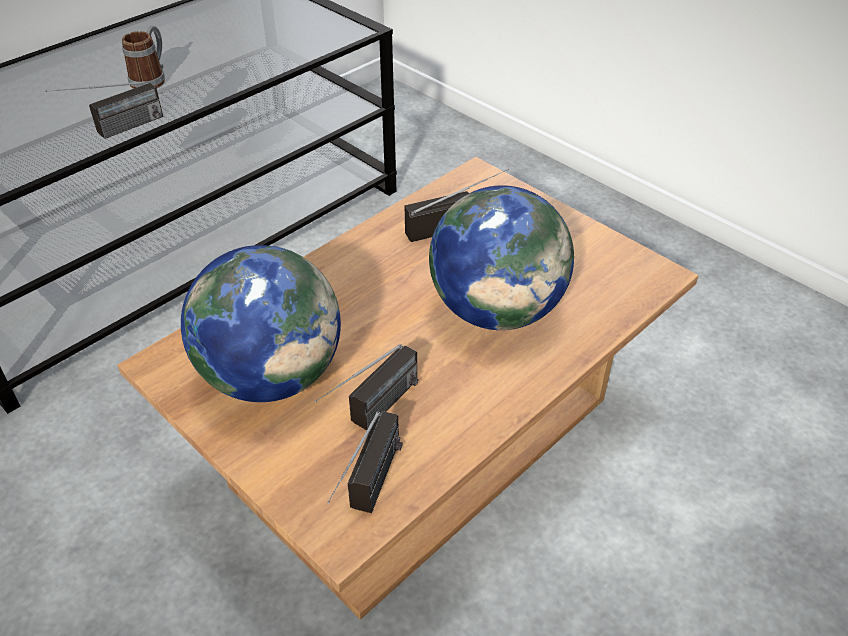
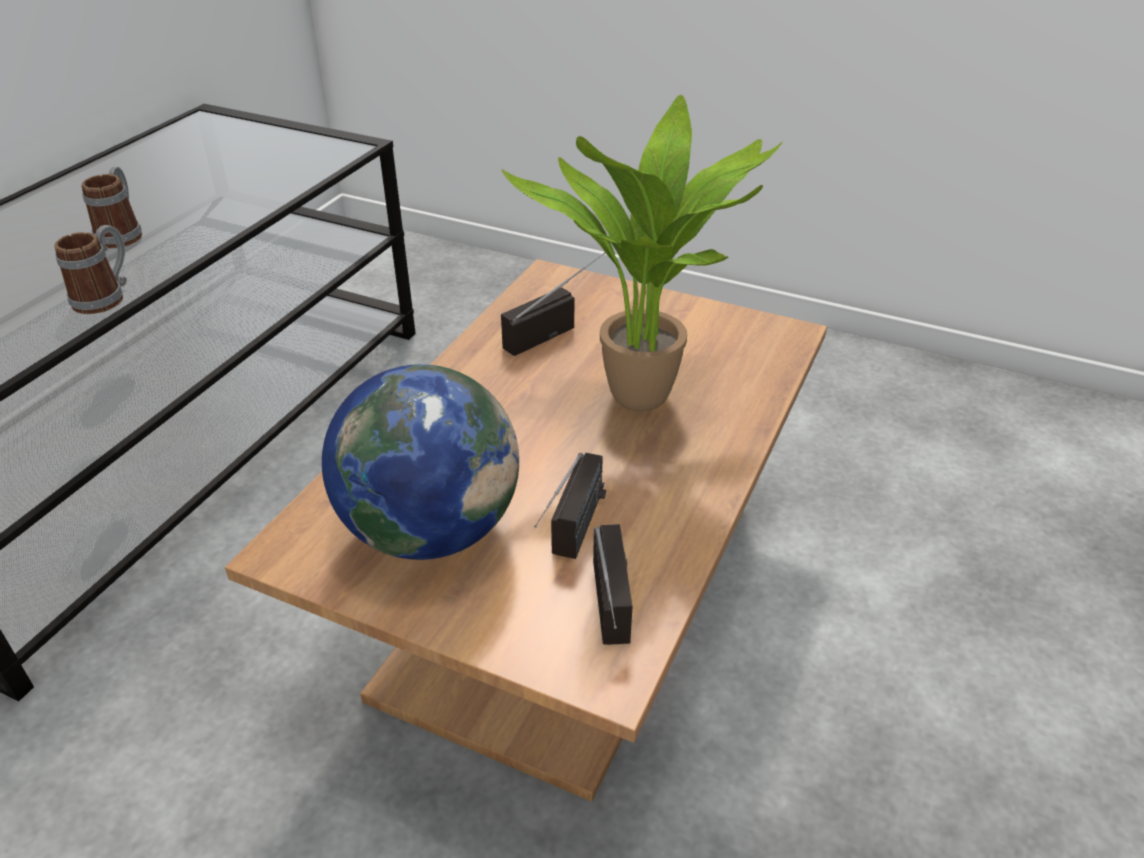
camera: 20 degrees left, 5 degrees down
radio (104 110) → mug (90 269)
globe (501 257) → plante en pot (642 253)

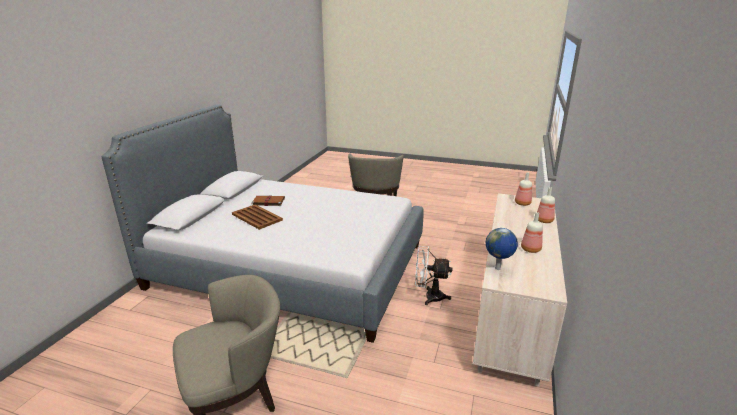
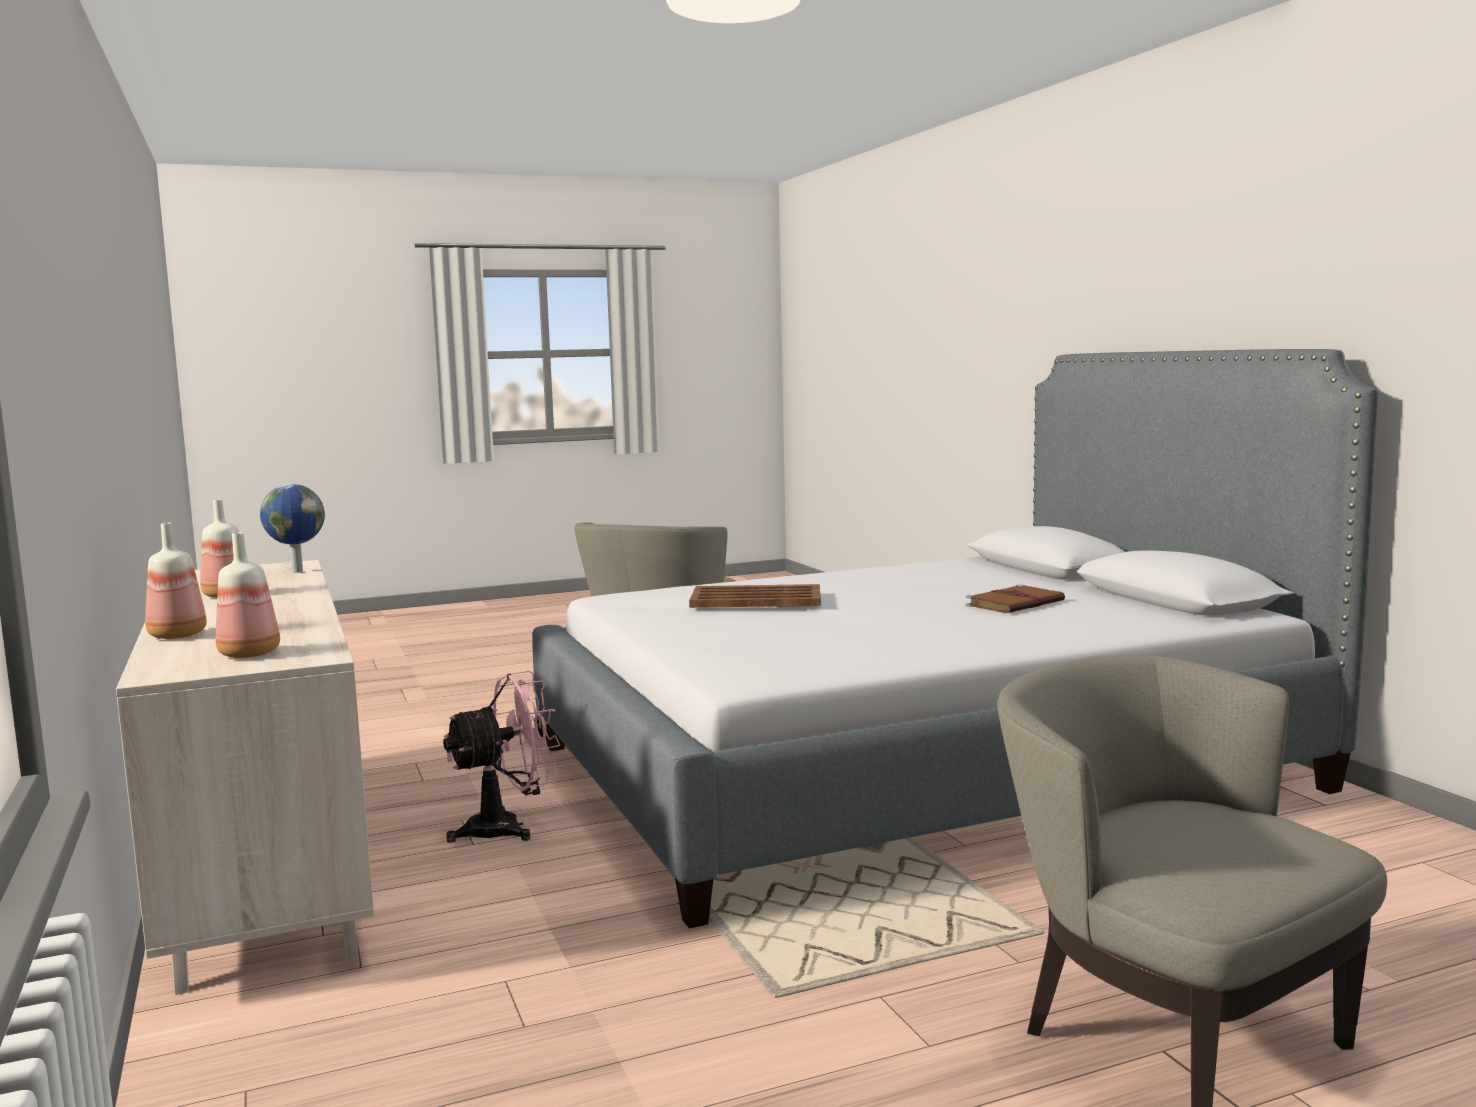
camera: 140 degrees right, 15 degrees down
plateau/marron (257 217) → plateau/marron (755 596), moved
ventilateur/blanc (434 275) → ventilateur/rose (501 757)

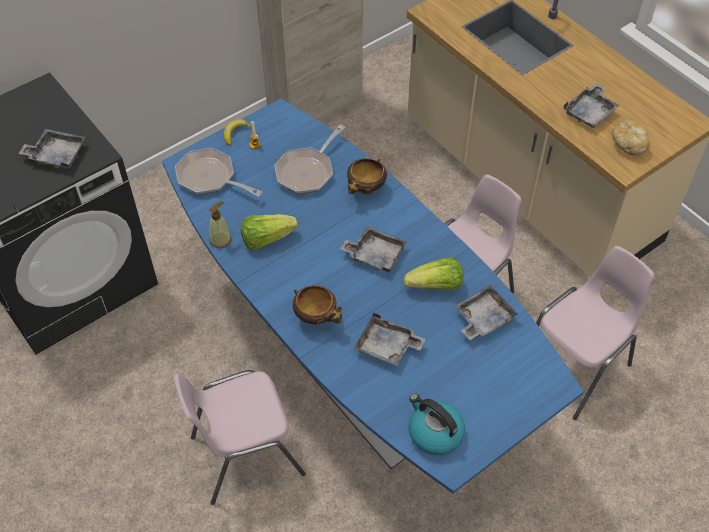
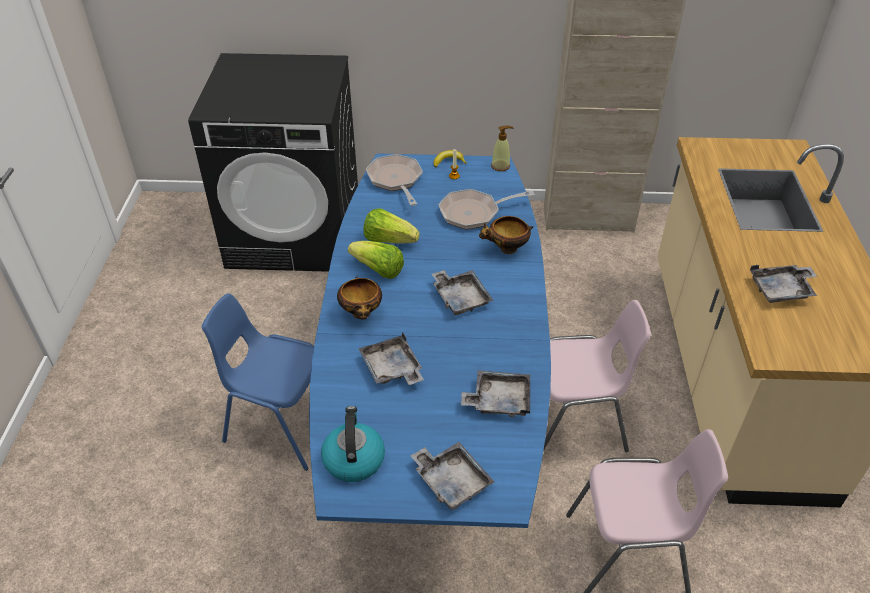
camera: 40 degrees right, 10 degrees down
plateau/gris (52 148) → plateau/gris (452 476), moved
chaise/rose (240 437) → chaise/bleu (258 382)
distributeur de savon (220 224) → distributeur de savon (502 148), moved
laitue (433 273) → laitue (376 260), moved
pain (631 137) → -

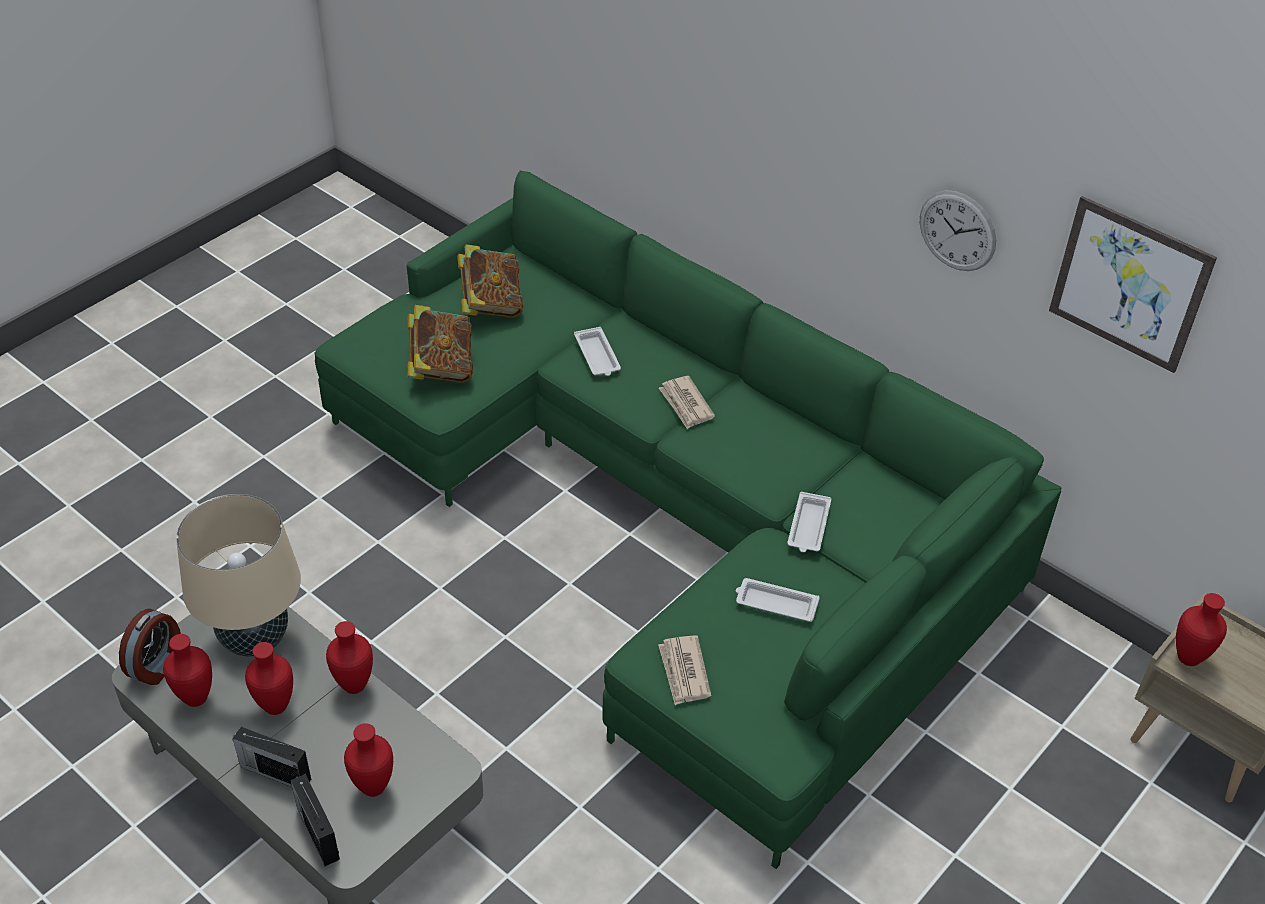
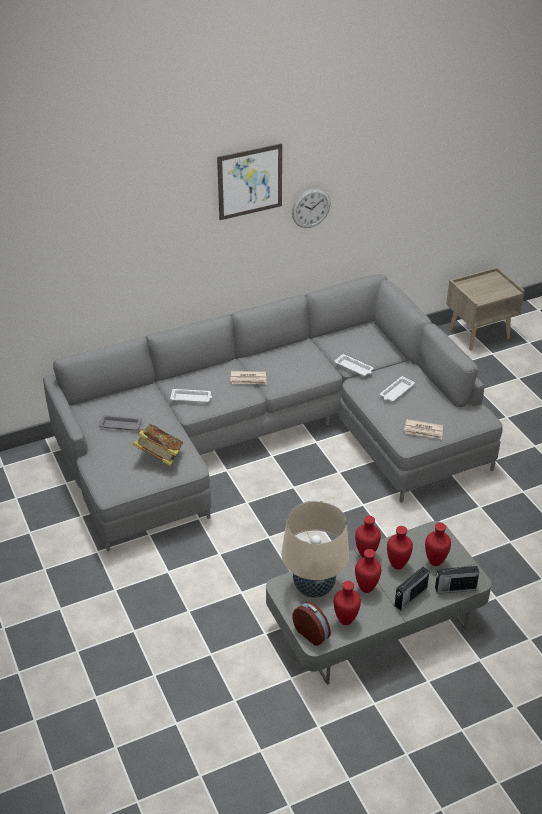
camera: 65 degrees left, 5 degrees down
canapé/vert (688 520) → canapé/gris (273 413)
livre (490 281) → plateau/gris (120 423)
tableau (1133 284) → tableau (249 181), moved
vase/rouge (1201 629) → vase/rouge (400 547), moved

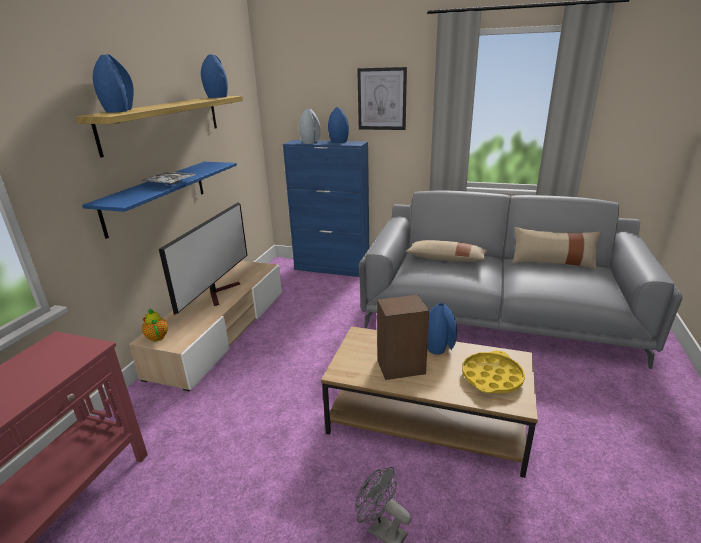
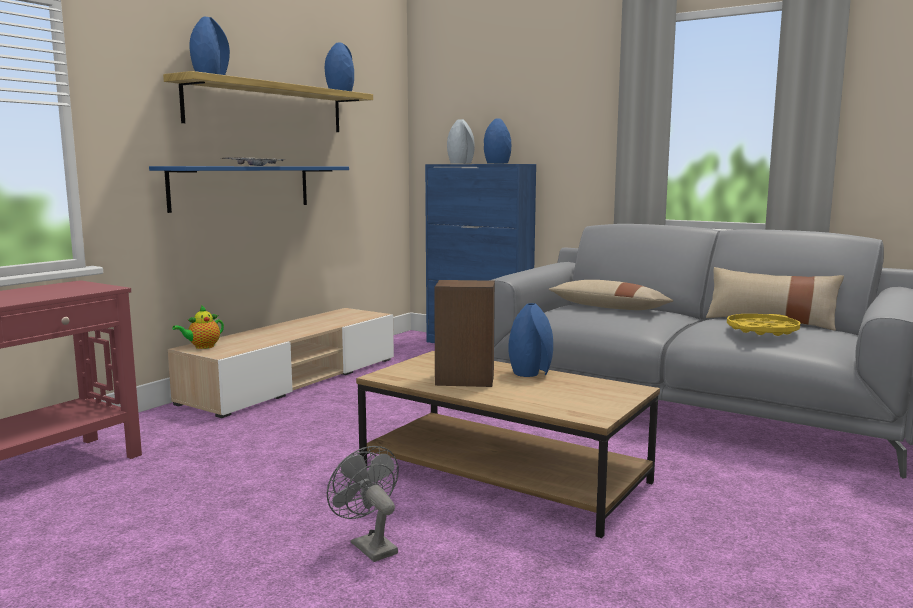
camera: 15 degrees right, 15 degrees down
théière (155 325) → théière (198 327), 120 degrees counterclockwise
téléviseur (203 258) → -
tableau (382 98) → -
plateau/jaune (493 372) → plateau/jaune (763 325), moved

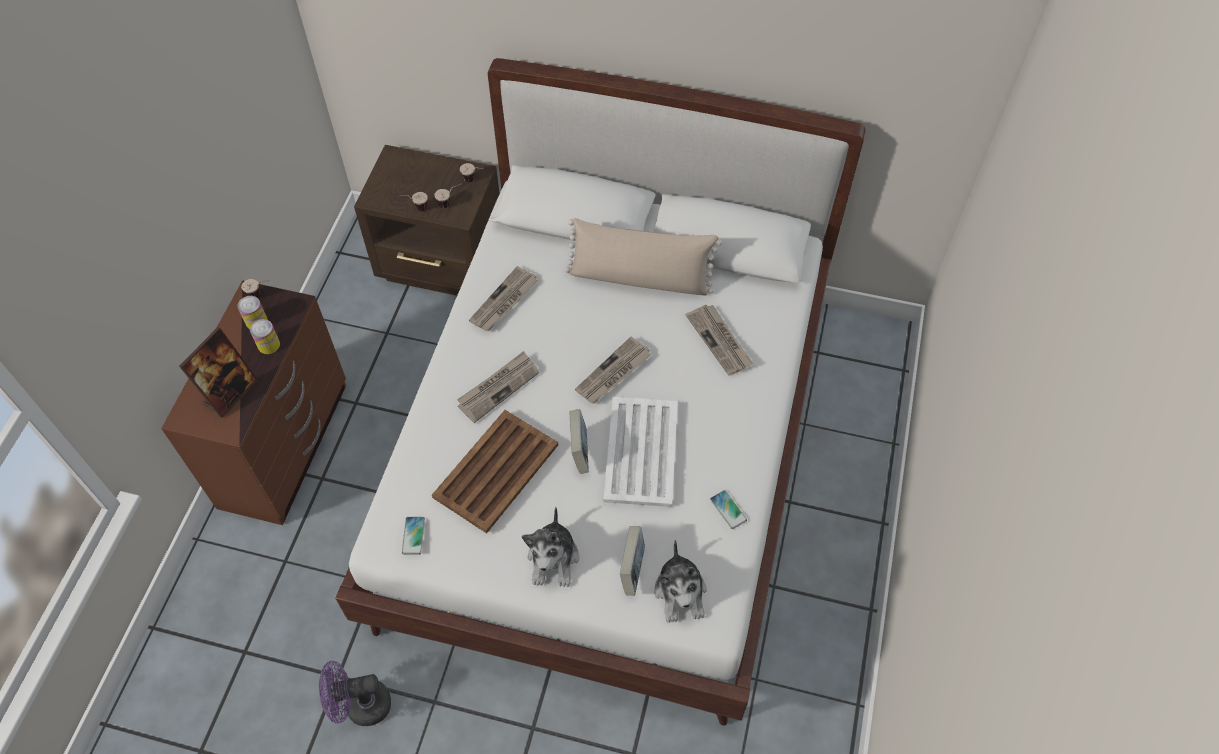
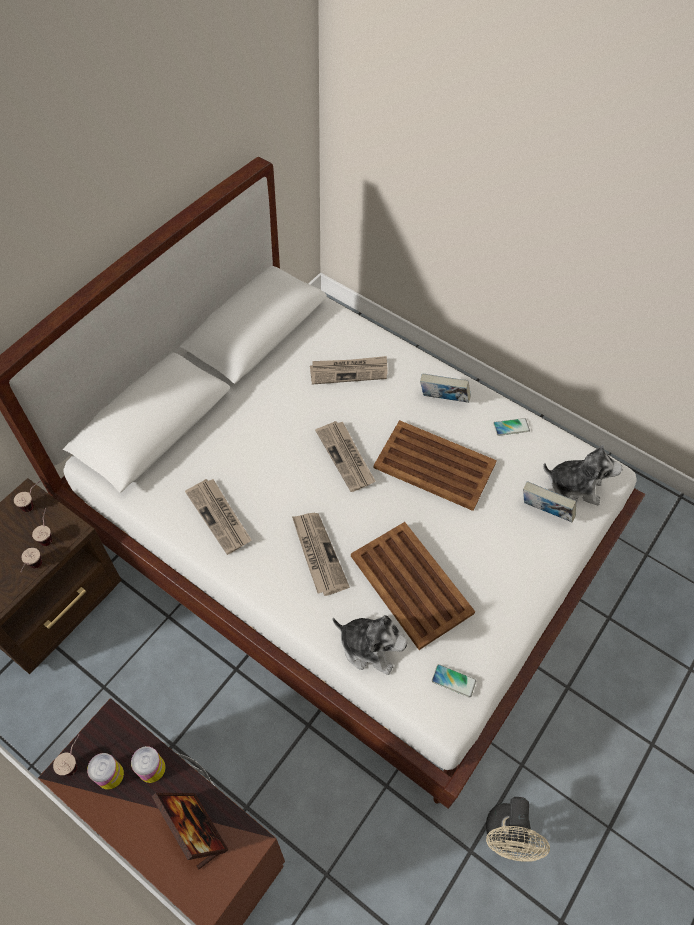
camera: 70 degrees left, 0 degrees up
ventilateur/violet (355 693) → ventilateur/beige (518 829)
peluche (550 547) → peluche (370 645), moved
coussin/beige (643 256) → -
livre (579 441) → livre (445 388), moved
plateau/blanc (640 452) → plateau/marron (435 465)

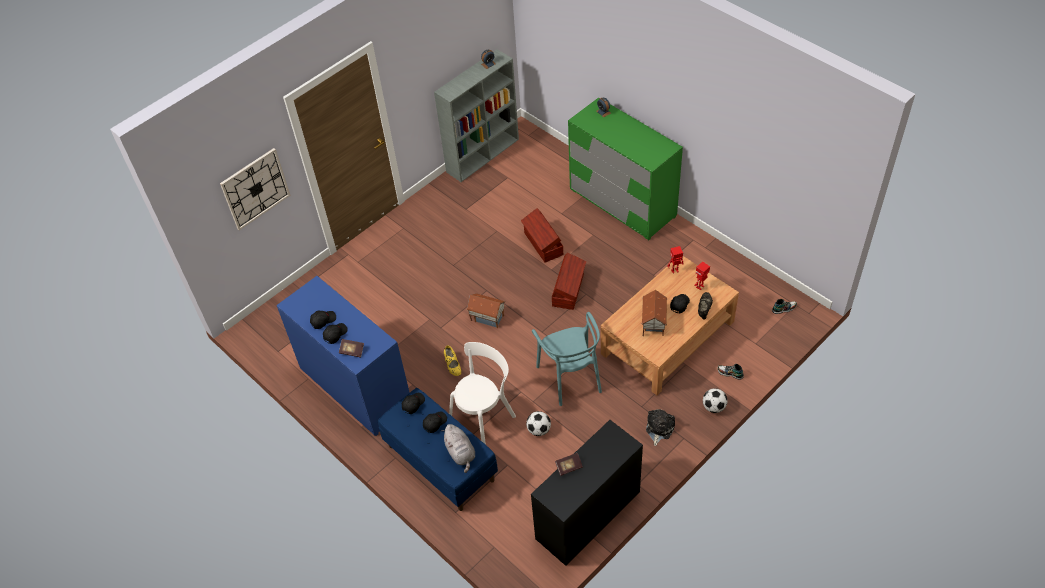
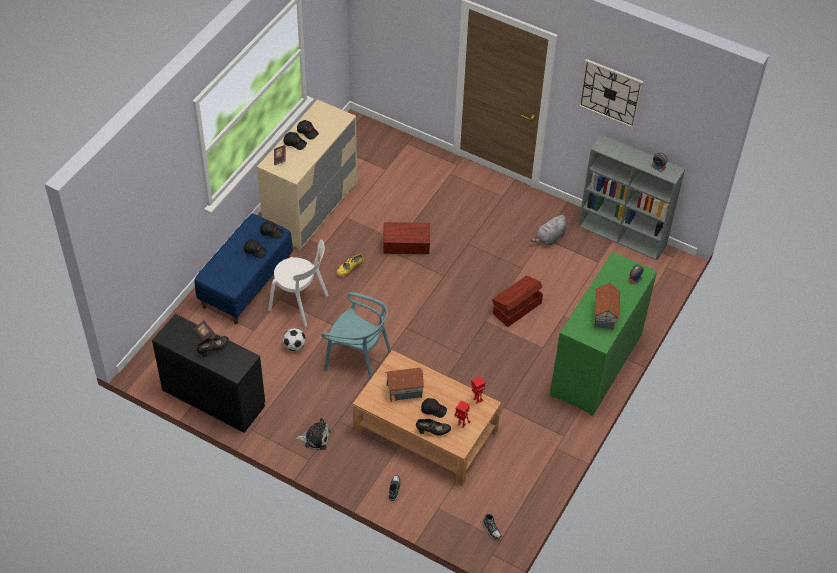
camera: 70 degrees right, 0 degrees up
horloge murale (255 189) → horloge murale (611 94), moved
commode/bleu (343 356) → commode/beige (307 174)
peluche/gris (458 448) → peluche/gris (548 230), moved
maison miniature (485 310) → maison miniature (607 306), moved
chaise/turquoise (567 359) → chaise/turquoise (356 335), 120 degrees counterclockwise
boîte de rangement/marron (569 281) → boîte de rangement/marron (406 238), moved
ballon de foot (715 400) → -
- → chaussure/noir (213 346)

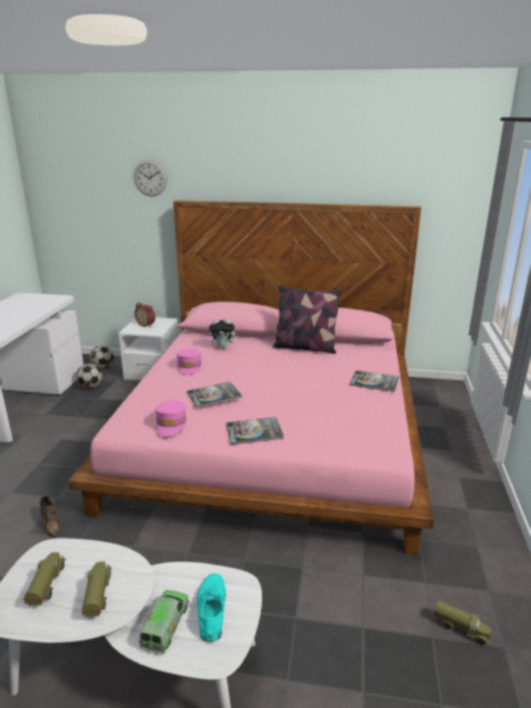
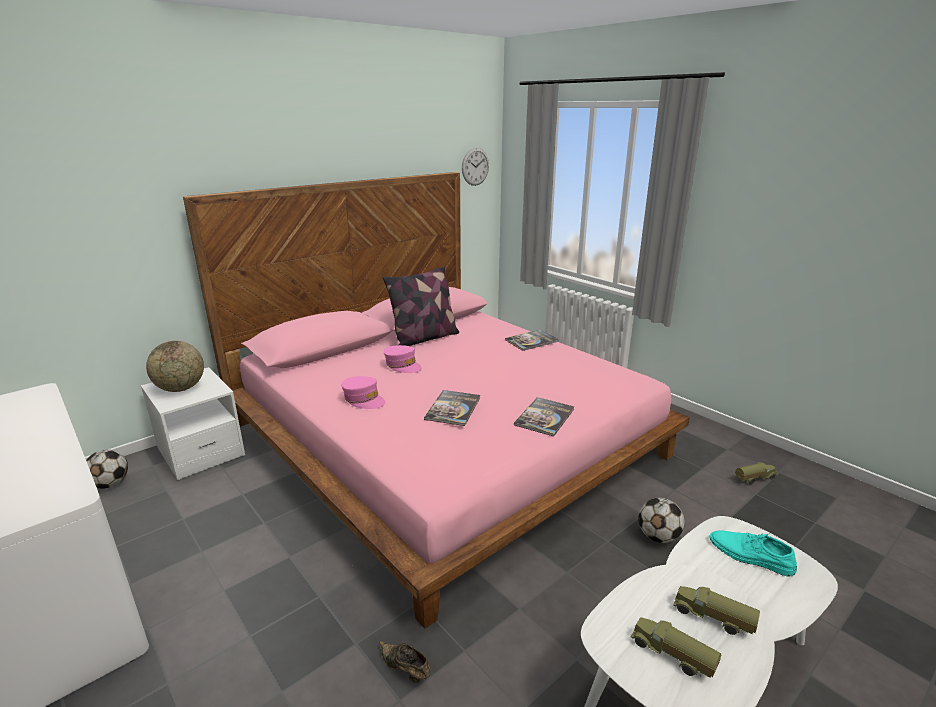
camera: 50 degrees left, 0 degrees up
chaussure/marron (50 516) → chaussure/marron (404 662), 150 degrees counterclockwise
ballon de foot (89 375) → ballon de foot (661 520), moved
horloge murale (150 178) → horloge murale (475 167), moved
réveil (145 315) → globe (175 366)
camion jouet (164 622) → -
casquette/rose (171 418) → casquette/rose (403 359), moved
peluche (224 333) → -

